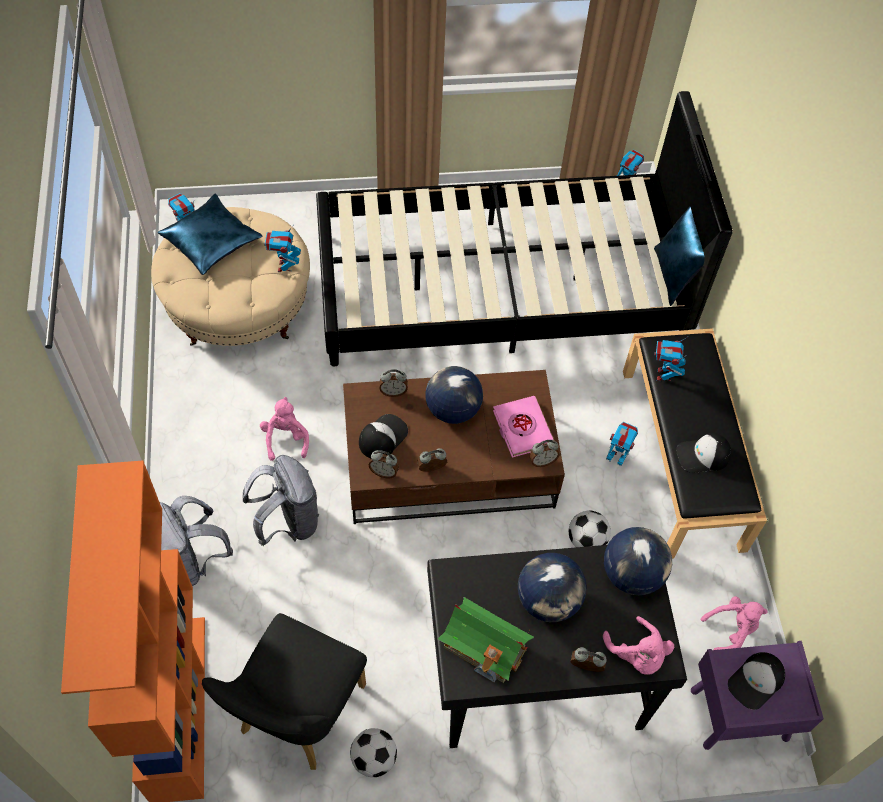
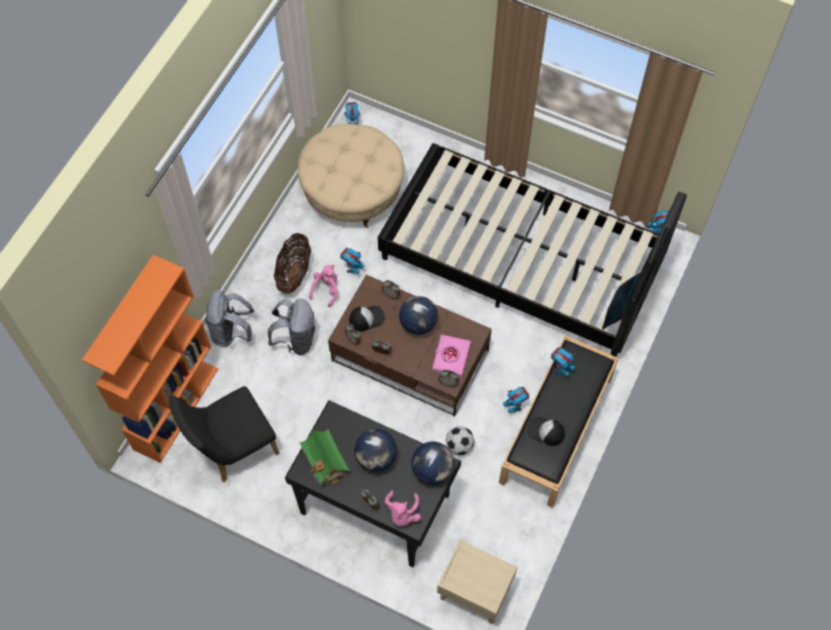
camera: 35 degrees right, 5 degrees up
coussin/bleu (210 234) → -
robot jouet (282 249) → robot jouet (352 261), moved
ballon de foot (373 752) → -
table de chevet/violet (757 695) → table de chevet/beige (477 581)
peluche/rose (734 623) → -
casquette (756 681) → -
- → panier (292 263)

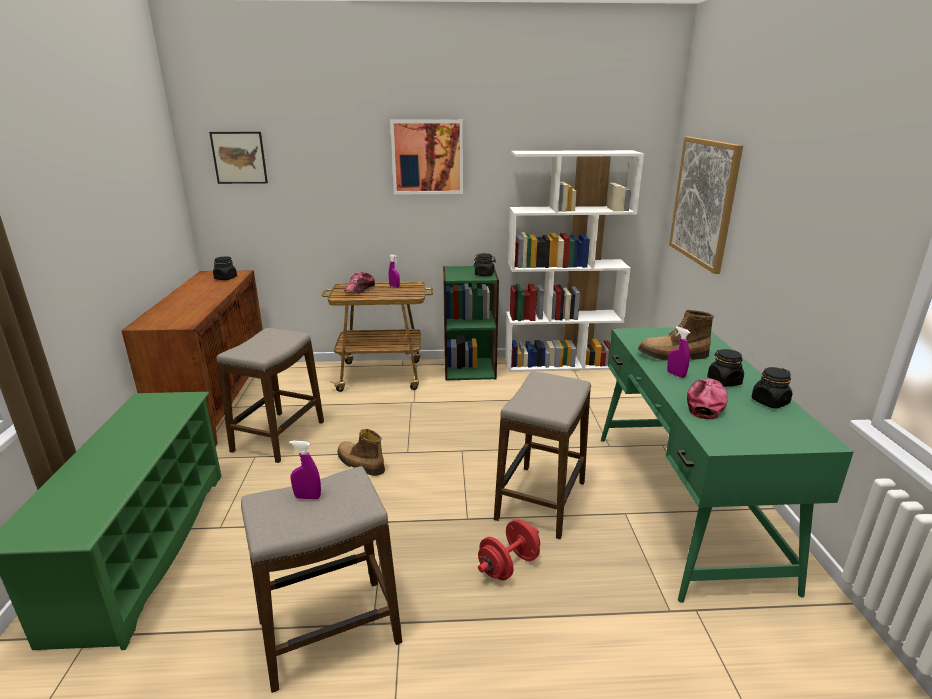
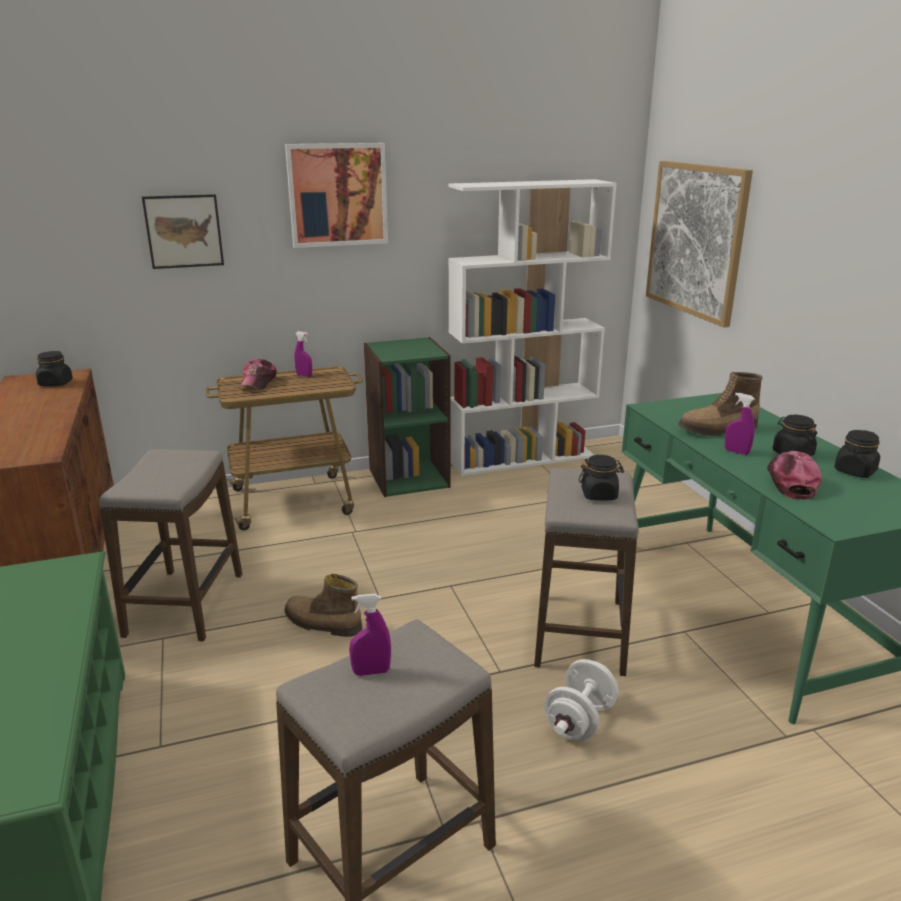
camera: 15 degrees left, 0 degrees up
tableau (238 158) → tableau (183 231), moved
bocal/noir (484 264) → bocal/noir (601 478), moved
haltère/rouge (509 549) → haltère/blanc (581 699)

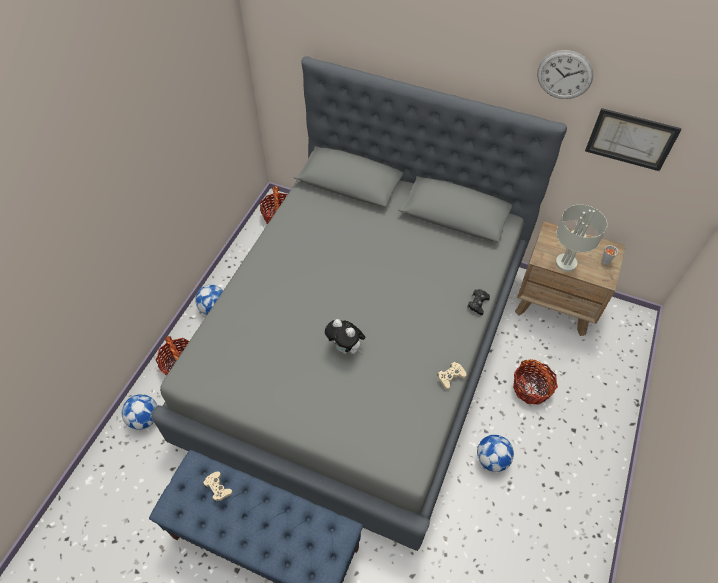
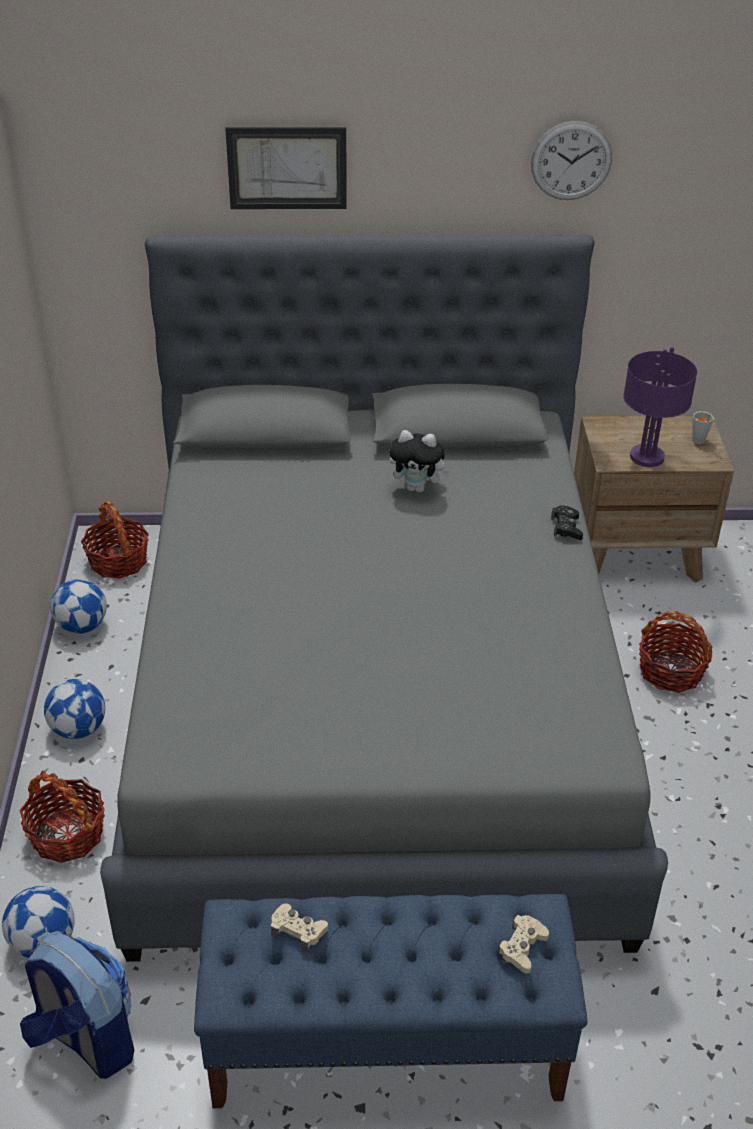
camera: 25 degrees left, 15 degrees down
peluche (345 336) → peluche (420 461), moved
manette/beige (451 376) → manette/beige (523 944), moved
ballon de foot (495 453) → ballon de foot (79 606), moved
lampe de table/gris (581 238) → lampe de table/violet (660 407)
tableau (633 139) → tableau (286 168), moved
- → sac à dos (77 1005)

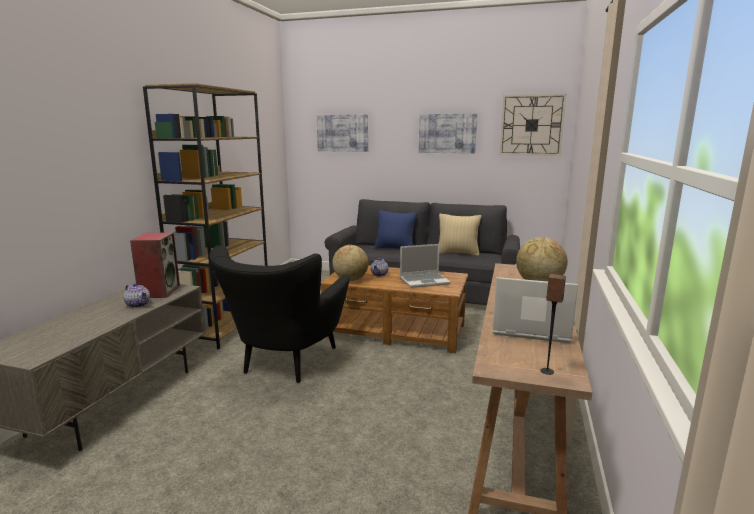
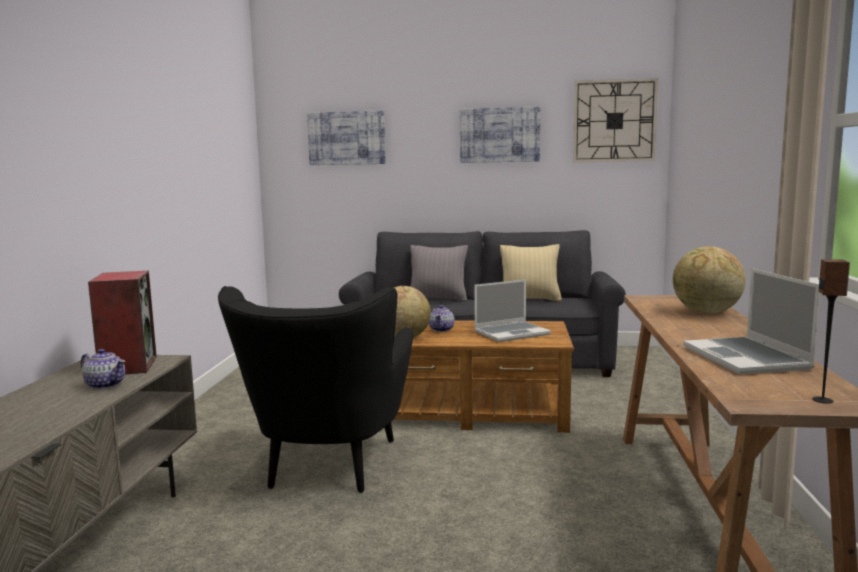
camera: 10 degrees left, 5 degrees down
bibliothèque/marron (205 216) → -
coussin/bleu (395 229) → coussin/gris (439 273)
ordinateur portable (535 310) → ordinateur portable (751 321), 105 degrees counterclockwise

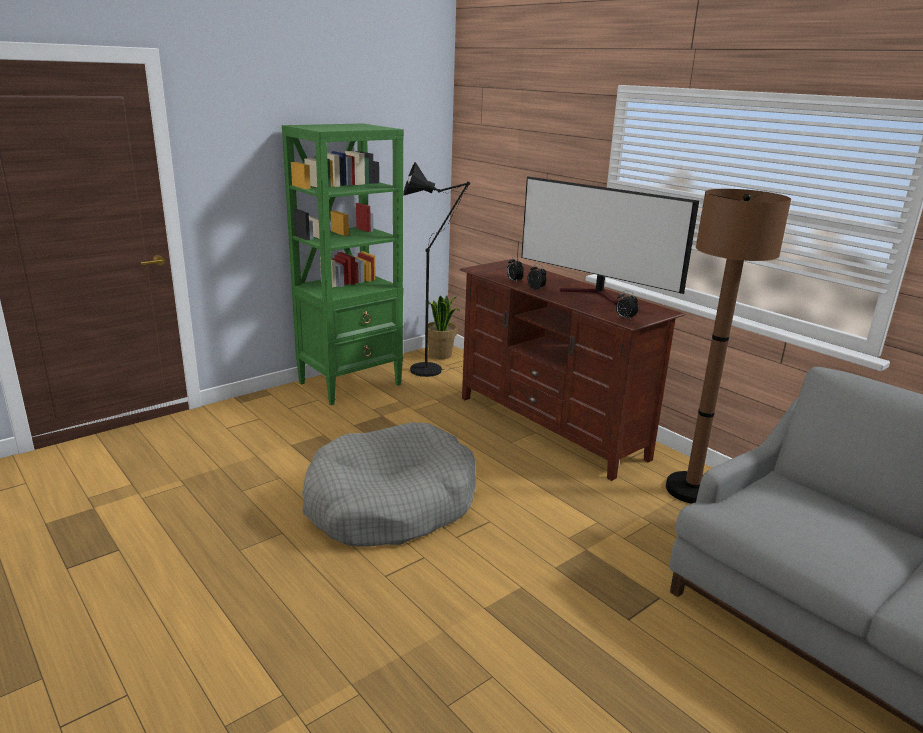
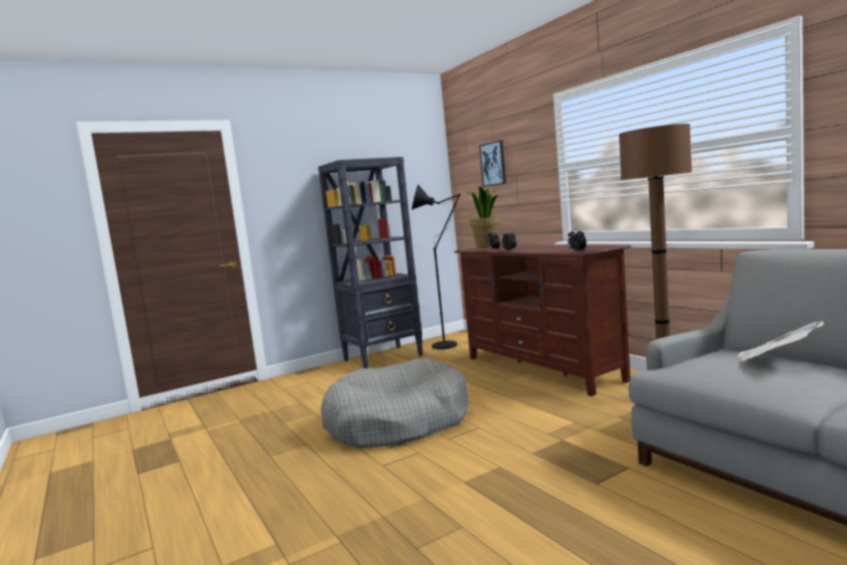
camera: 10 degrees right, 15 degrees down
bibliothèque/vert (343 264) → bibliothèque/noir (370 263)
plante en pot (444 327) → plante en pot (483 217), moved
téléviseur (610 240) → -
- → tableau (492 163)
- → journal (781 341)

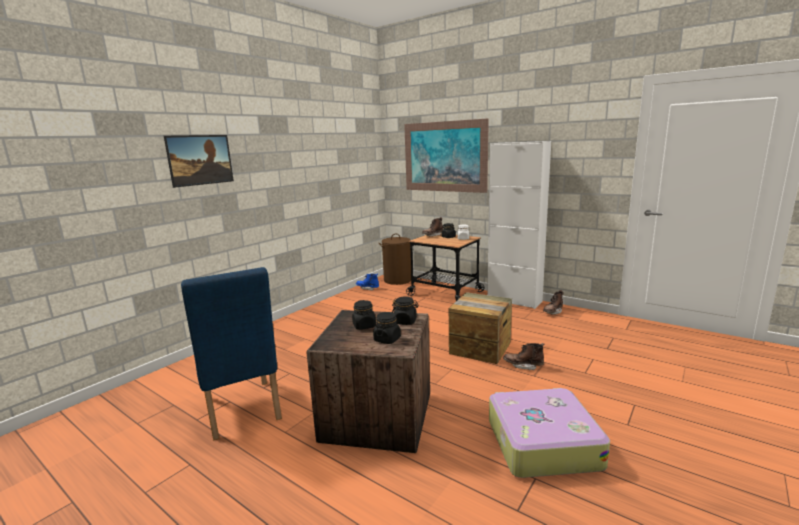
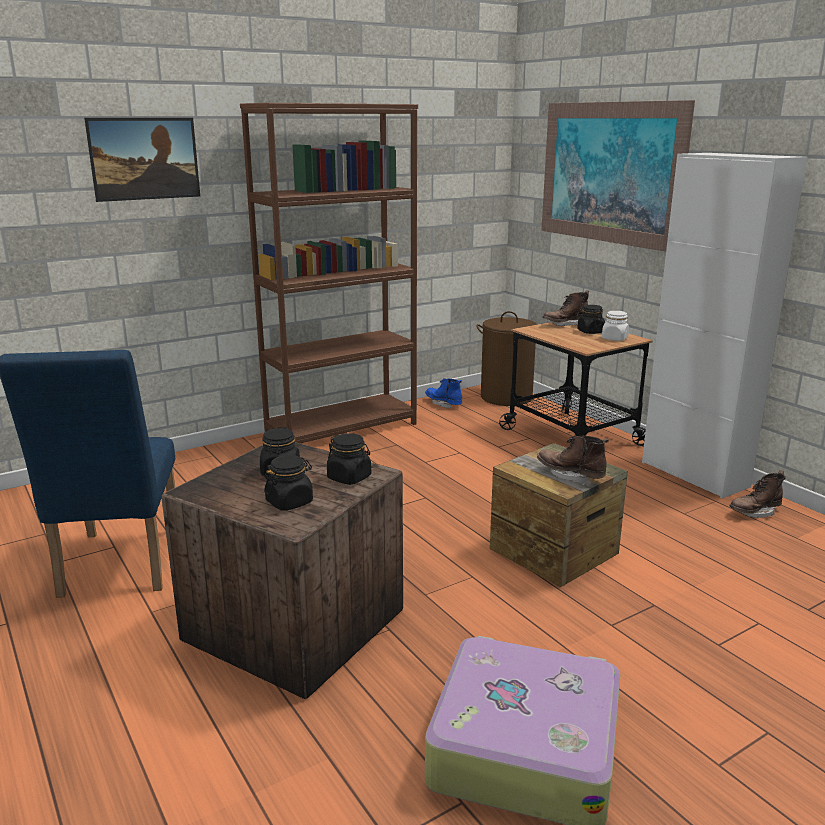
camera: 20 degrees right, 5 degrees up
botte/marron (524 356) → botte/marron (573 460), moved
- → bibliothèque/marron (329 273)

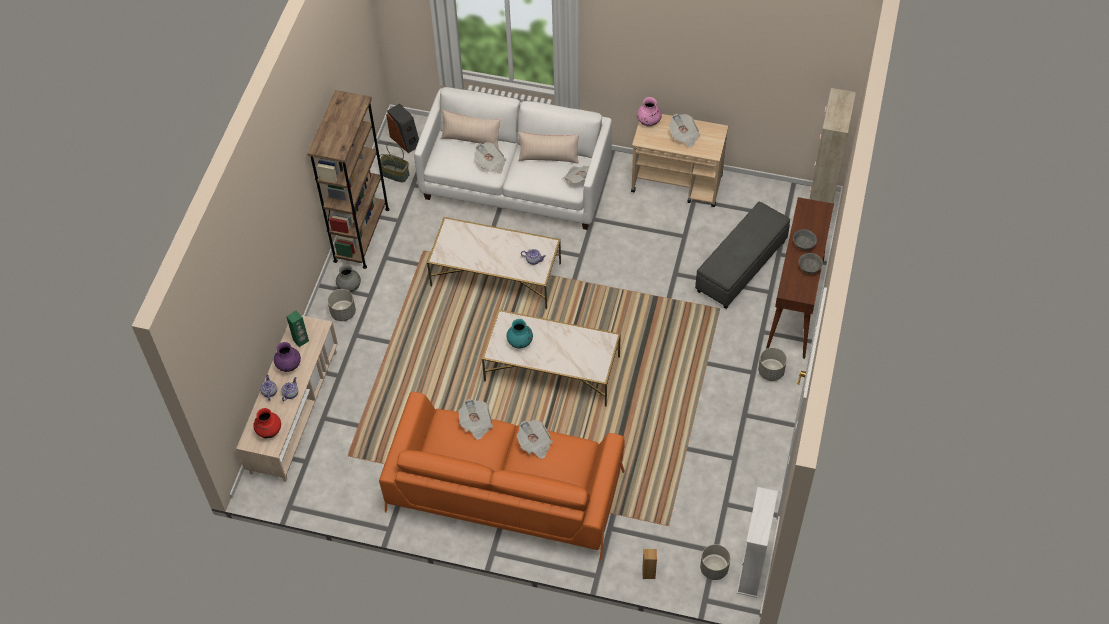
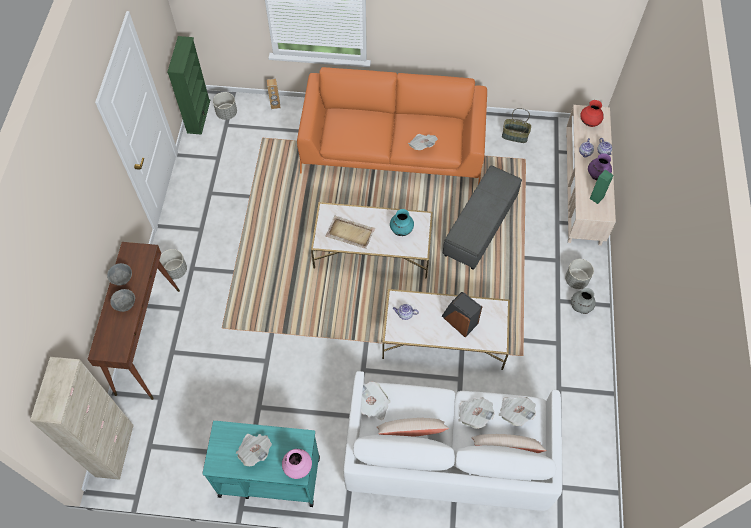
camera: 170 degrees right, 5 degrees up
bibliothèque/marron (348 179) → -
panier (395 163) → panier (516 125), moved
enceinte (402 128) → enceinte (462 314), moved
journal (535 439) → journal (517 411), moved
chariot/beige (679 160) → chariot/turquoise (261 464)
pouf/gris (742 255) → pouf/gris (482 218), moved
bibliothèque/blanc (757 542) → bibliothèque/vert (188 85)
- → plateau/beige (350 232)

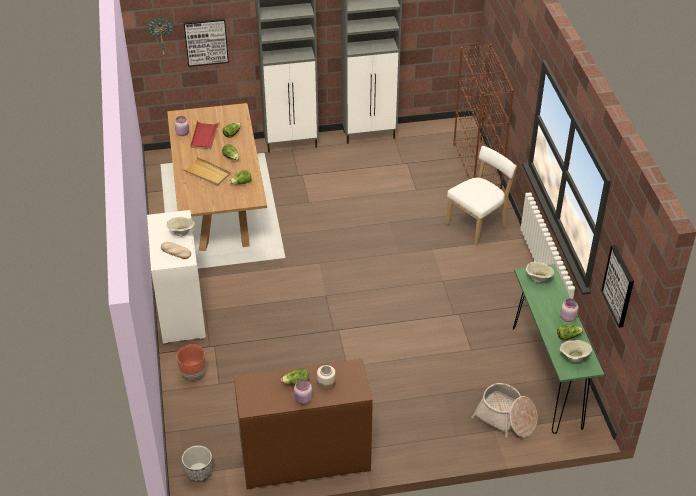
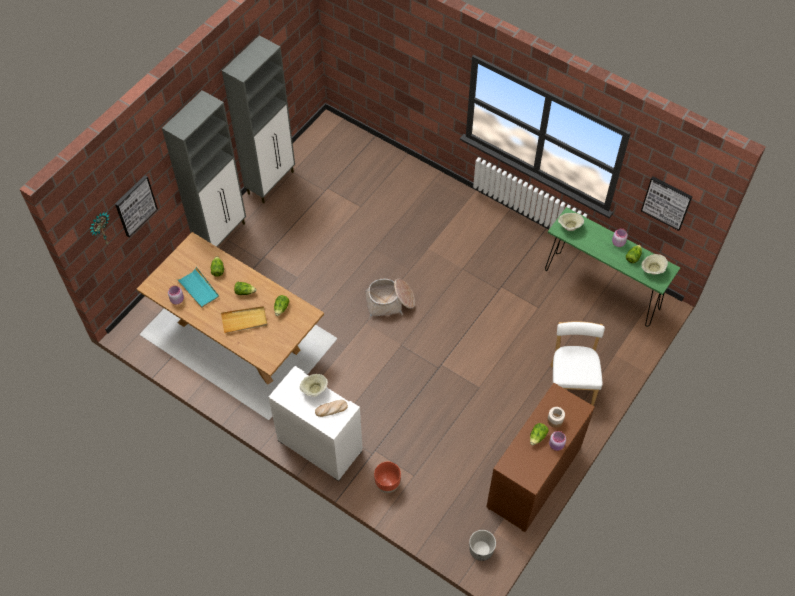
camera: 45 degrees left, 15 degrees up
plateau/rouge (205 134) → plateau/turquoise (198 287)
chaise/blanc (481 195) → chaise/blanc (577 363), moved
bibliothèque/marron (483 116) → -
panier (504 410) → panier (390 299), moved

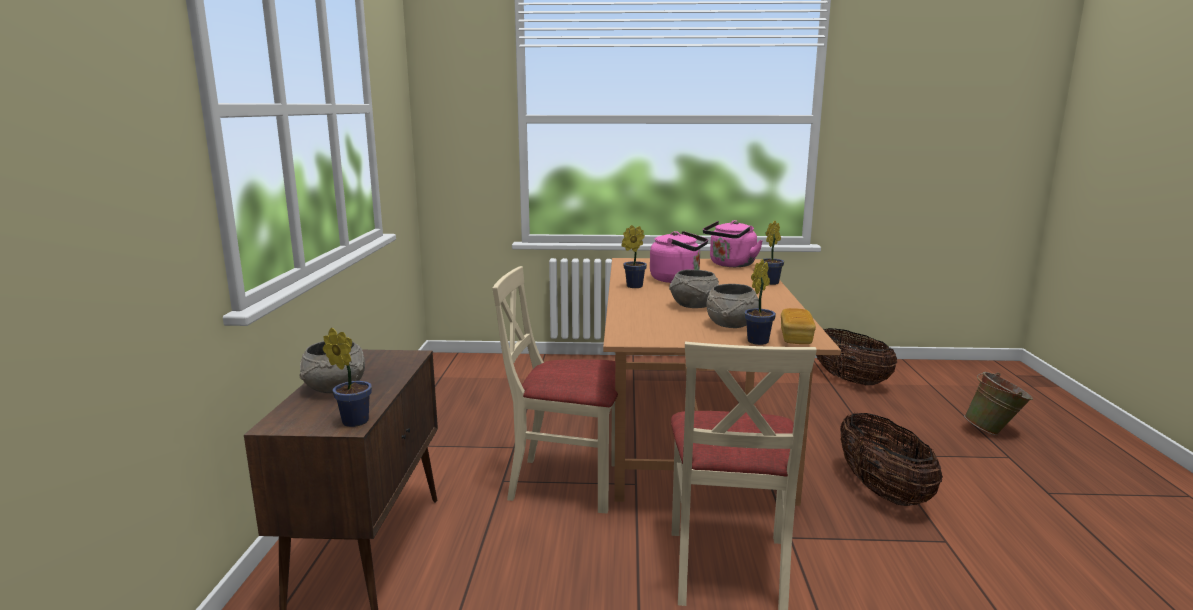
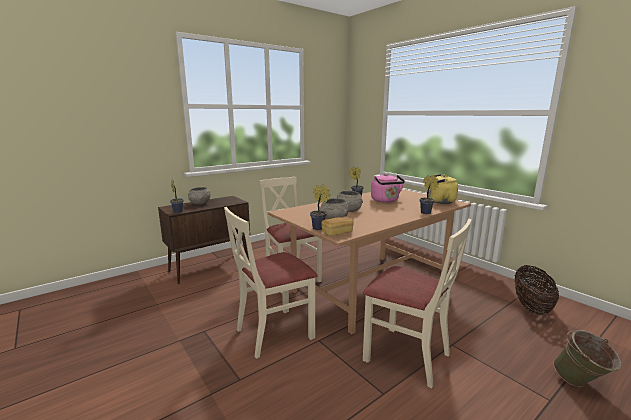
camera: 50 degrees right, 0 degrees up
bouilloire/rose (733 243) → bouilloire/jaune (441 189)
panier (891 459) → chaise/beige (417 303)

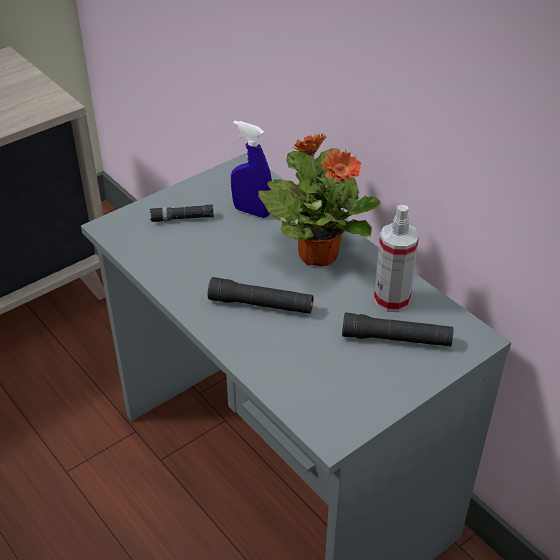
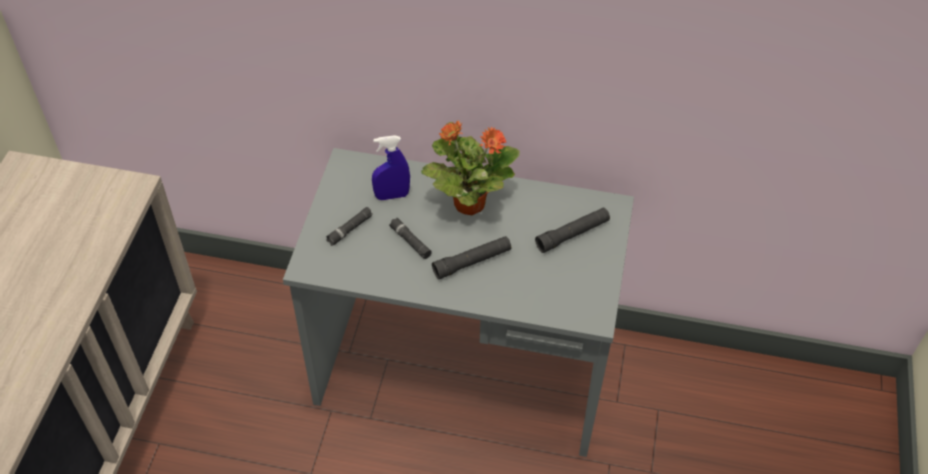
camera: 40 degrees left, 10 degrees up
vaporisateur (396 258) → -
- → lampe de poche/noir (410 238)

